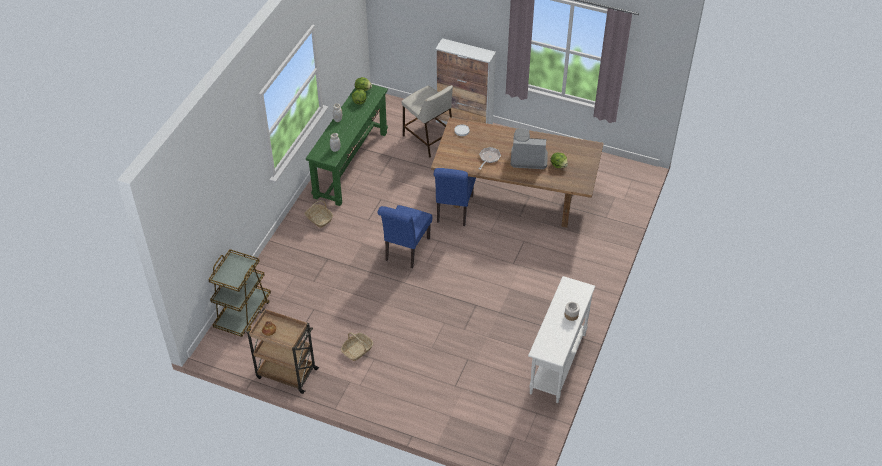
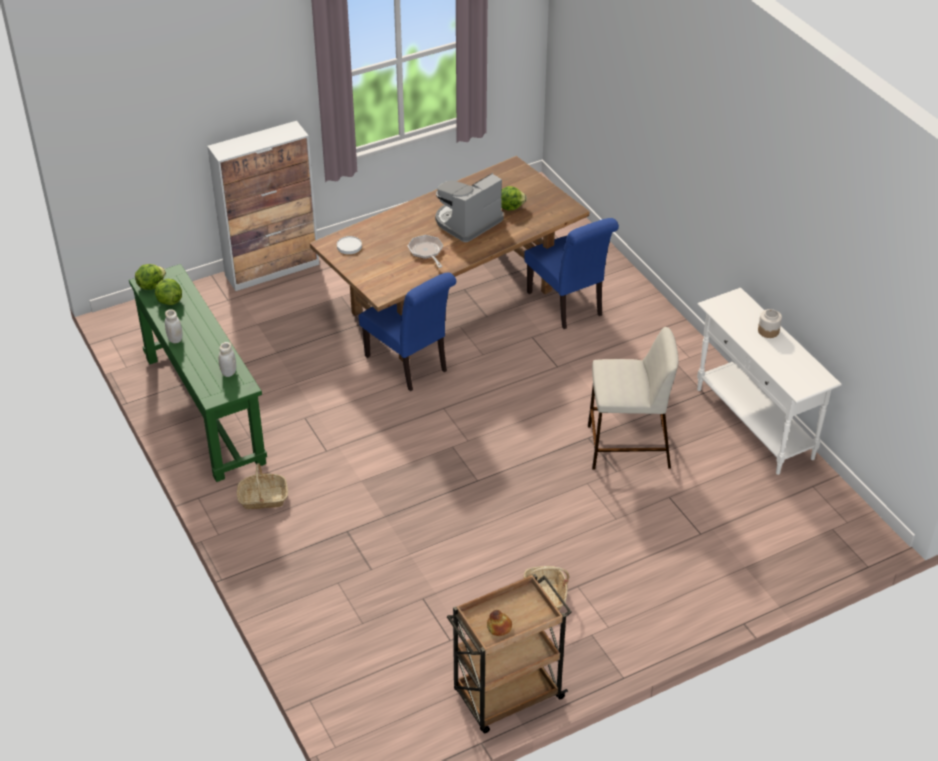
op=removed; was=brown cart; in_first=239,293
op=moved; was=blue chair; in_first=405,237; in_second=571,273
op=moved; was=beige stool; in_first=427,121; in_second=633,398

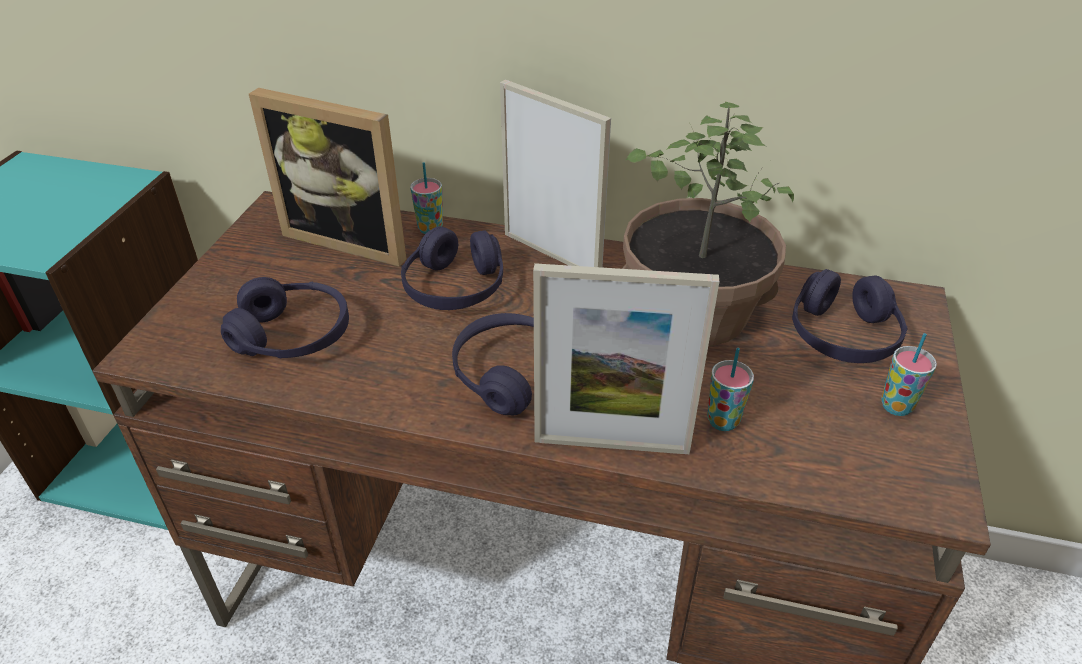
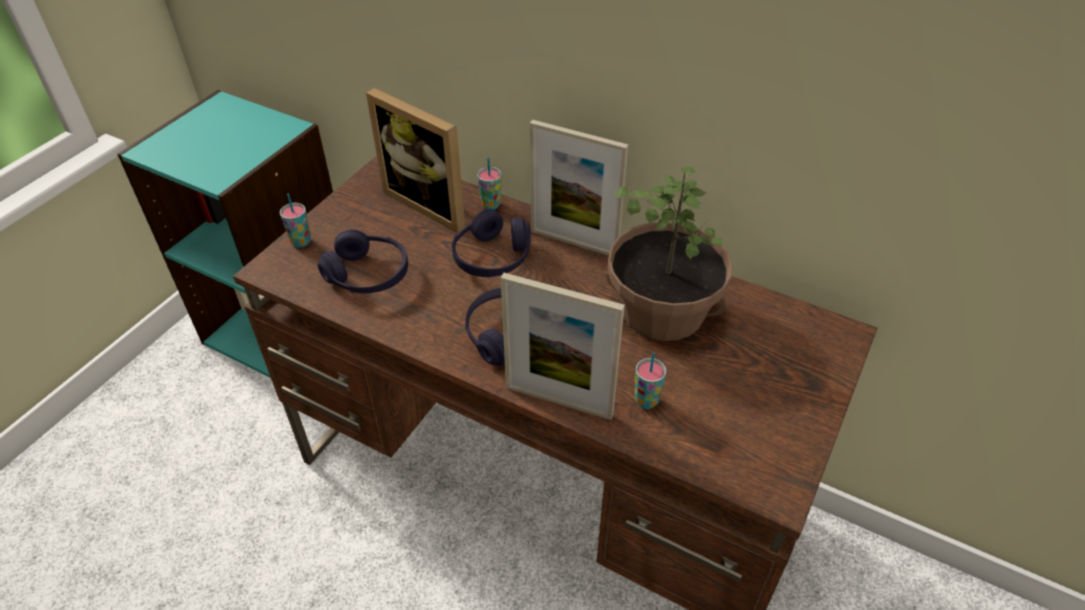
op=removed; was=purple headphones; in_first=850,316
op=moved; was=cup; in_first=909,374; in_second=295,220
op=turned; was=picture frame; in_first=555,174; in_second=579,187; clockwise=150

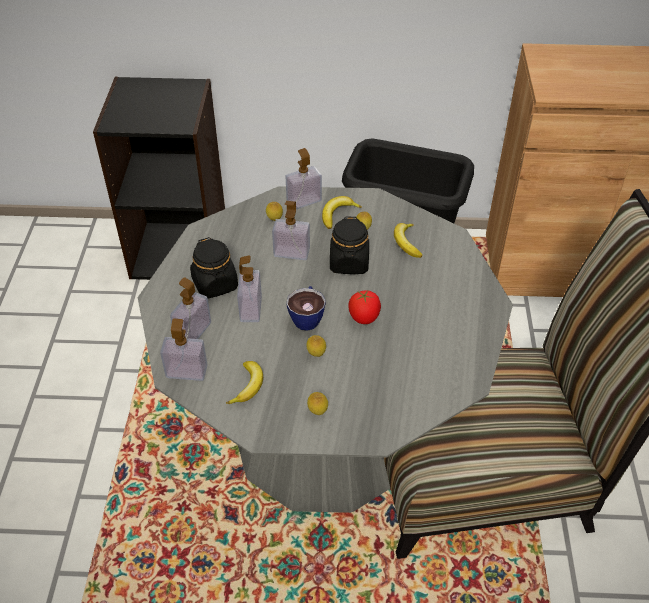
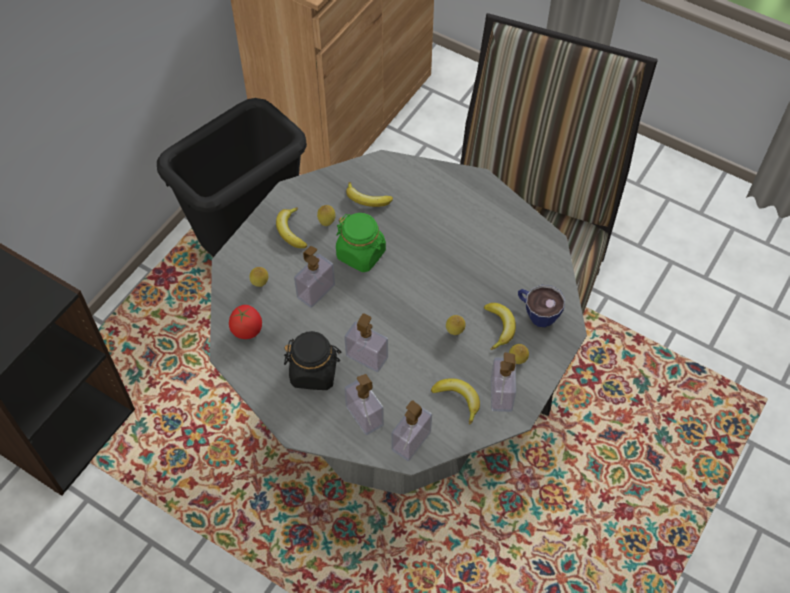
op=added; now=banana; in_second=500,326
op=moved; was=soap dispenser; in_first=303,178; in_second=503,382
op=moved; was=cup; in_first=306,308; in_second=541,306
op=moved; was=tomato; in_first=364,306; in_second=245,322
op=recoloured; was=black jar; now=green jar; in_first=349,245; in_second=361,242

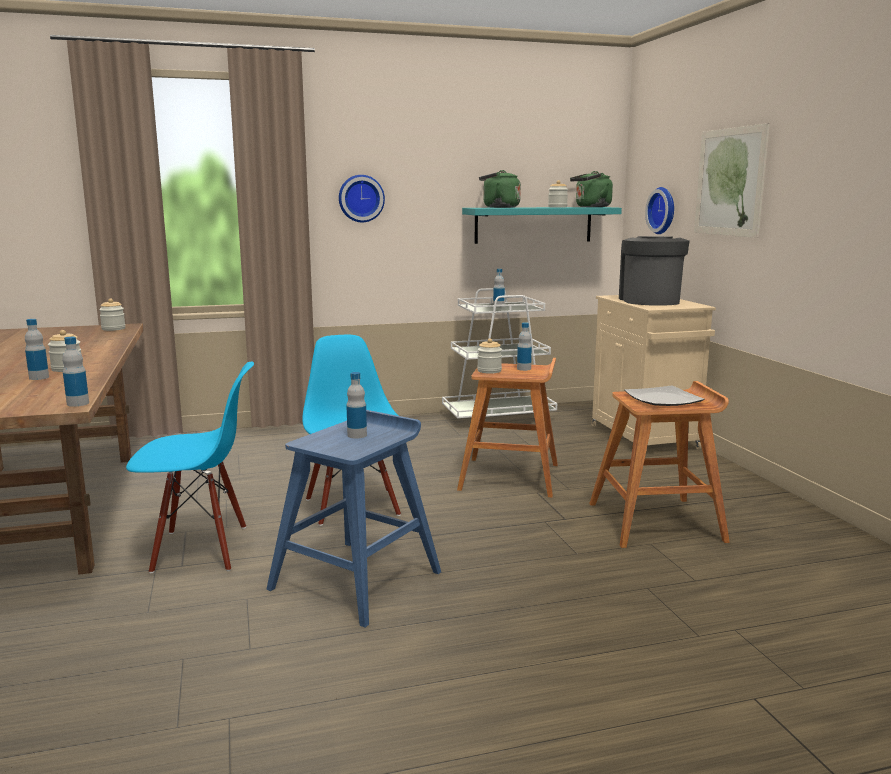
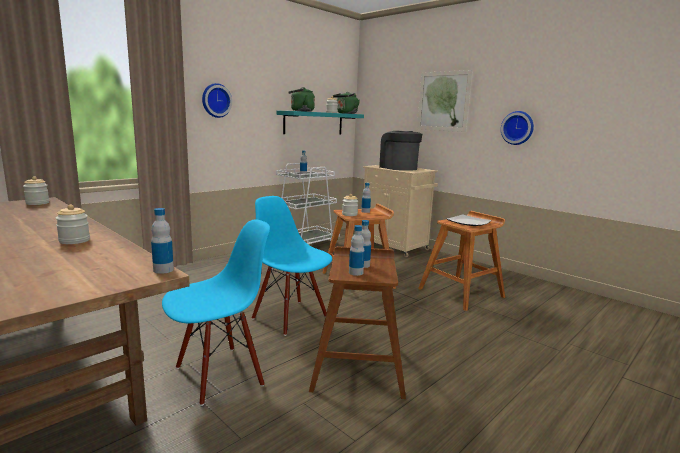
op=moved; was=bottle; in_first=37,349; in_second=357,250
op=moved; was=wall clock; in_first=659,210; in_second=517,128
op=recoloured; was=blue stool; now=brown stool; in_first=353,519; in_second=357,322

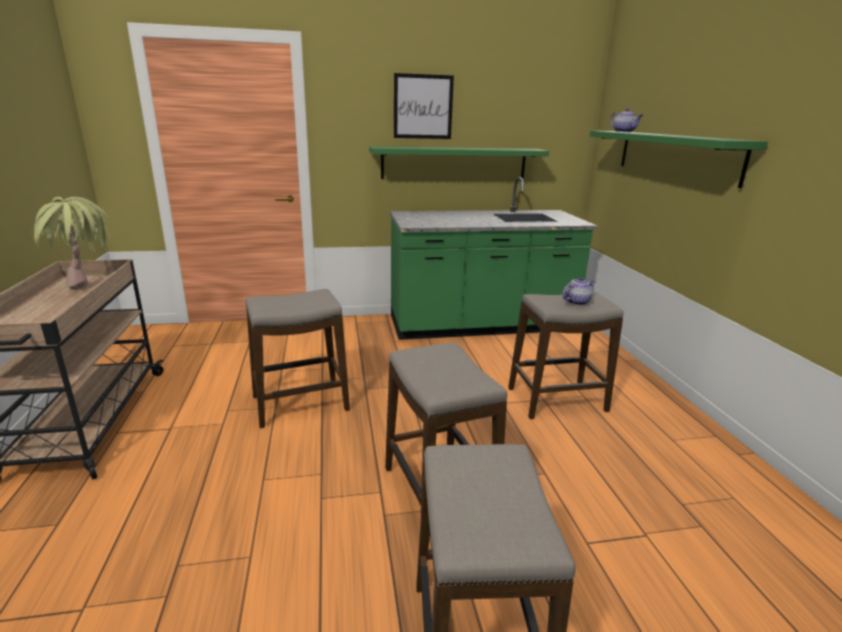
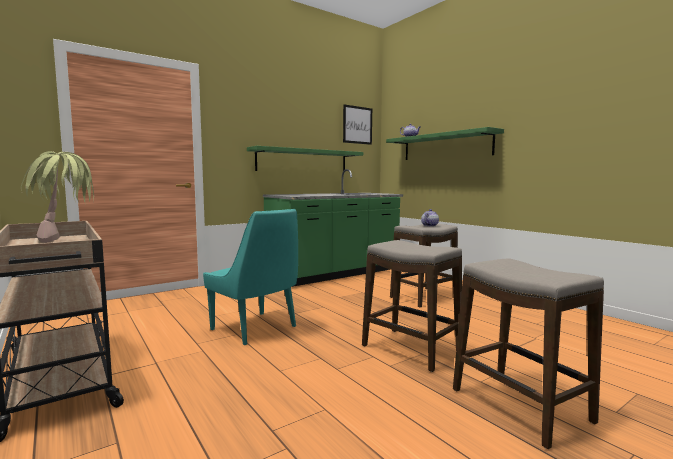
op=moved; was=picture; in_first=424,106; in_second=357,124
op=replaced; was=stool; now=turquoise chair; in_first=297,358; in_second=250,277

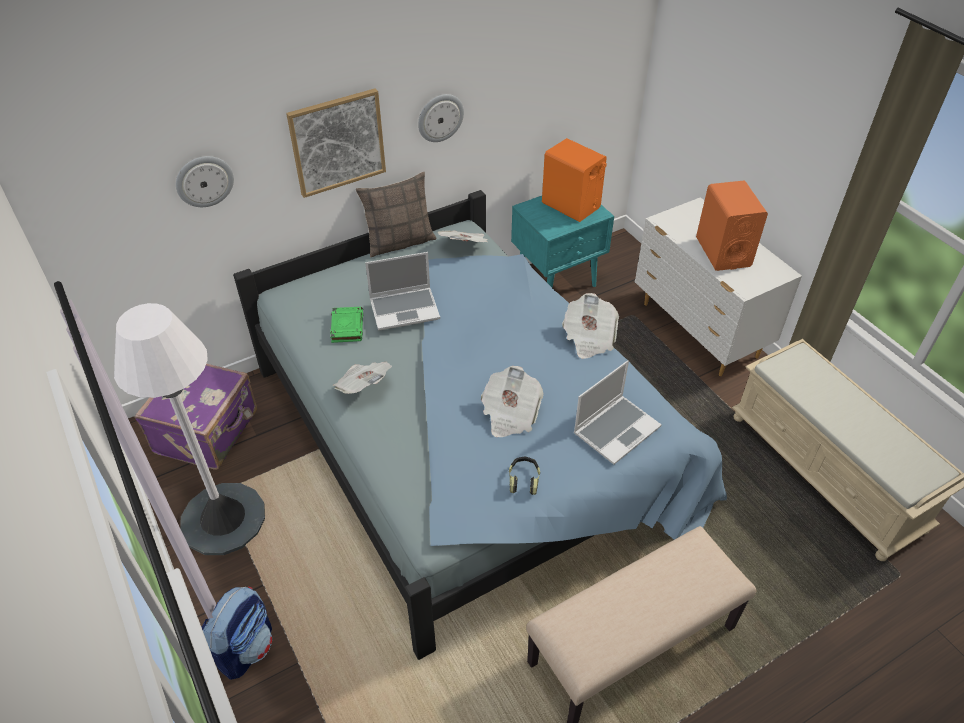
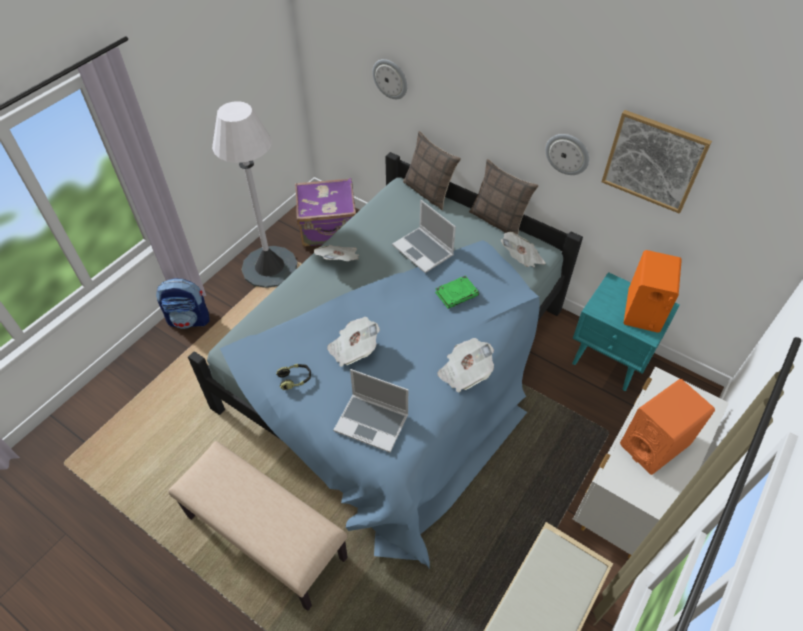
op=added; now=pillow; in_second=432,170
op=moved; was=picture; in_first=336,143; in_second=656,162
op=moved; was=green book; in_first=346,325; in_second=457,292

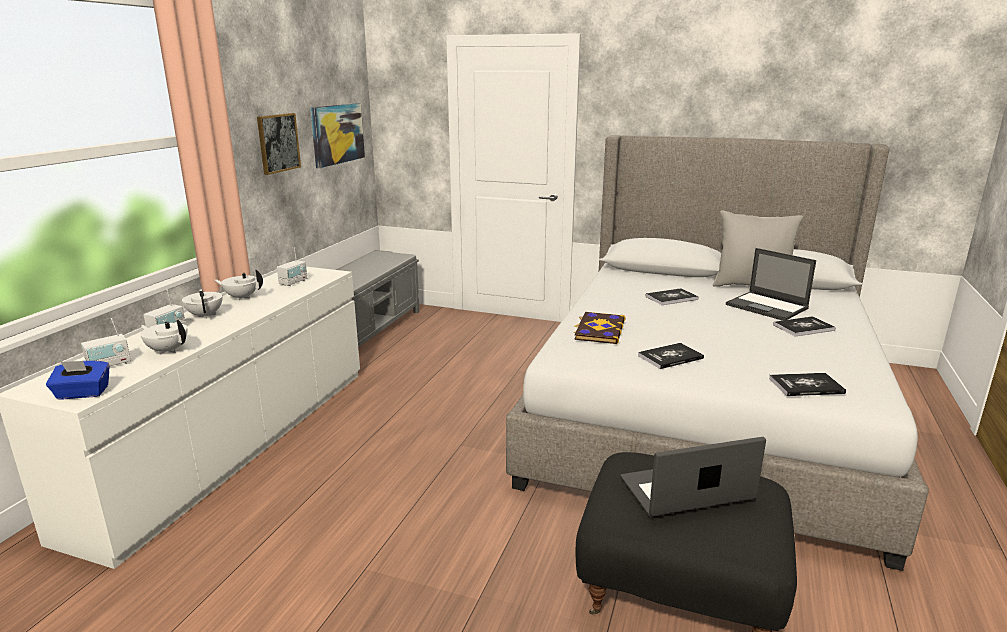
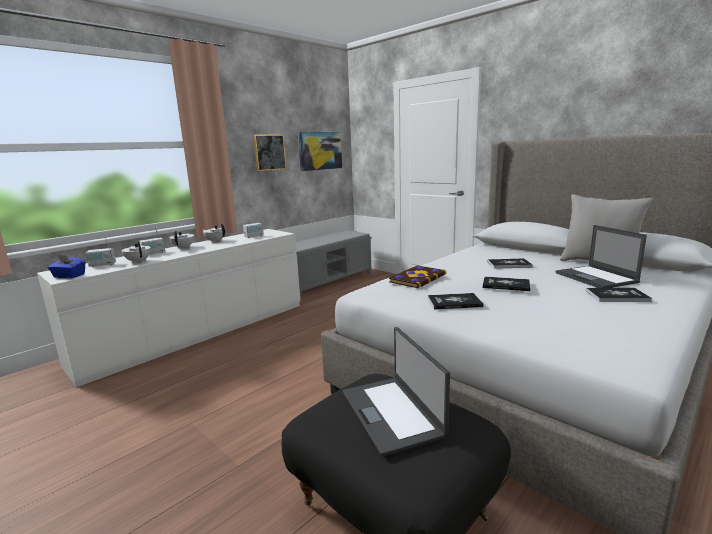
op=moved; was=book; in_first=807,384; in_second=506,284
op=turned; was=laptop; in_first=693,477; in_second=396,391; clockwise=-120

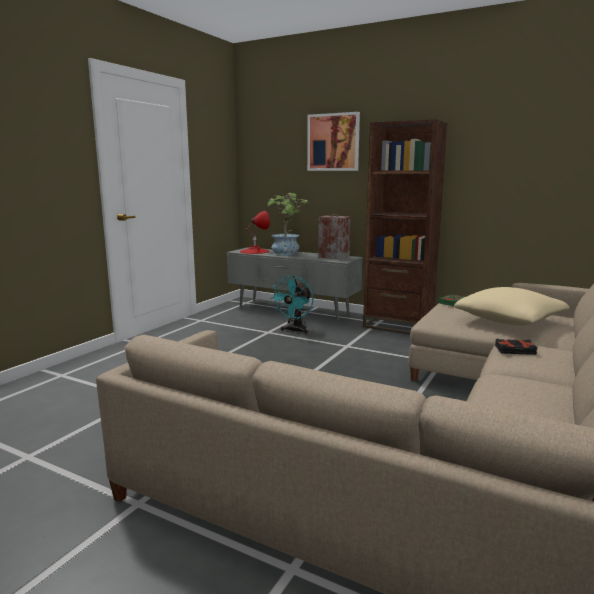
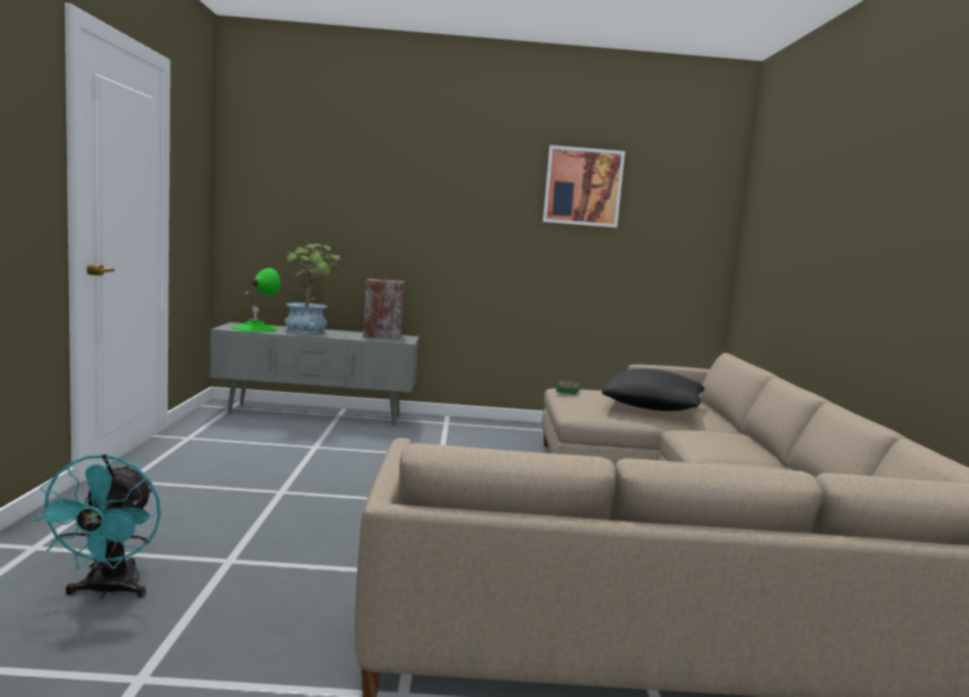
op=removed; was=brown bookcase; in_first=405,226
op=removed; was=black book; in_first=516,347
op=moved; was=turquoise fan; in_first=291,305; in_second=96,526
op=moved; was=picture; in_first=333,141; in_second=584,186
op=recoloured; was=red table lamp; now=green table lamp; in_first=255,232; in_second=256,300
op=recoloured; was=beige pillow; now=black pillow; in_first=512,306; in_second=653,390

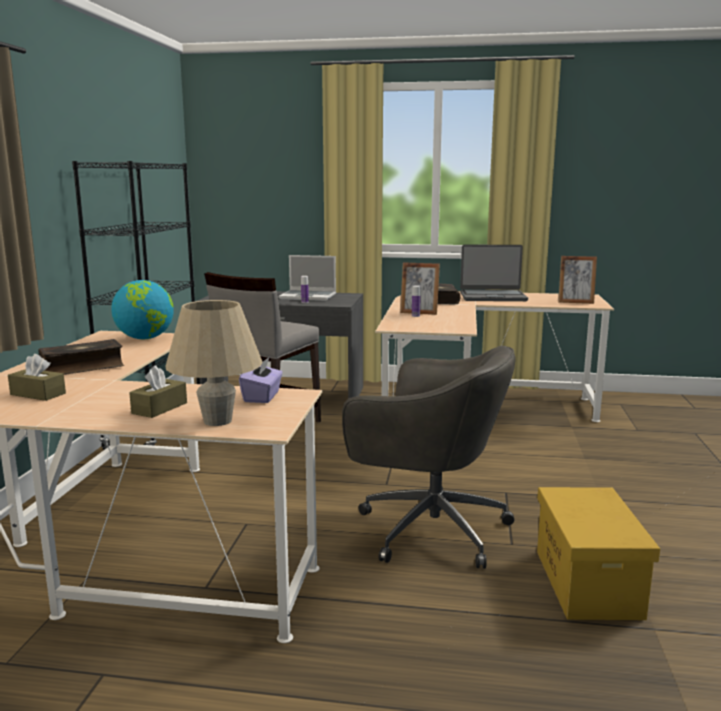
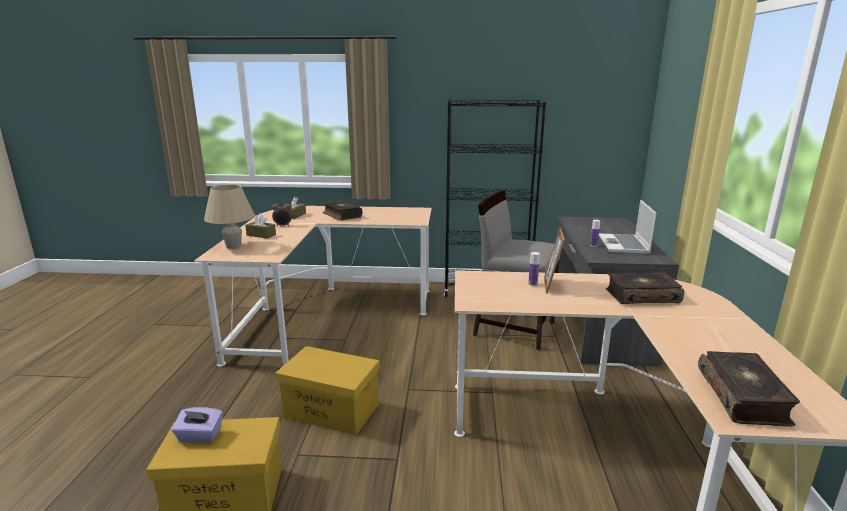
op=removed; was=globe; in_first=142,309
op=removed; was=laptop; in_first=494,273
op=added; now=alarm clock; in_second=282,213
op=moved; was=purple tissue box; in_first=261,380; in_second=197,425
op=replaced; was=grey office chair; now=yellow storage box; in_first=429,457; in_second=327,390
op=replaced; was=picture frame; now=book; in_first=577,280; in_second=749,388

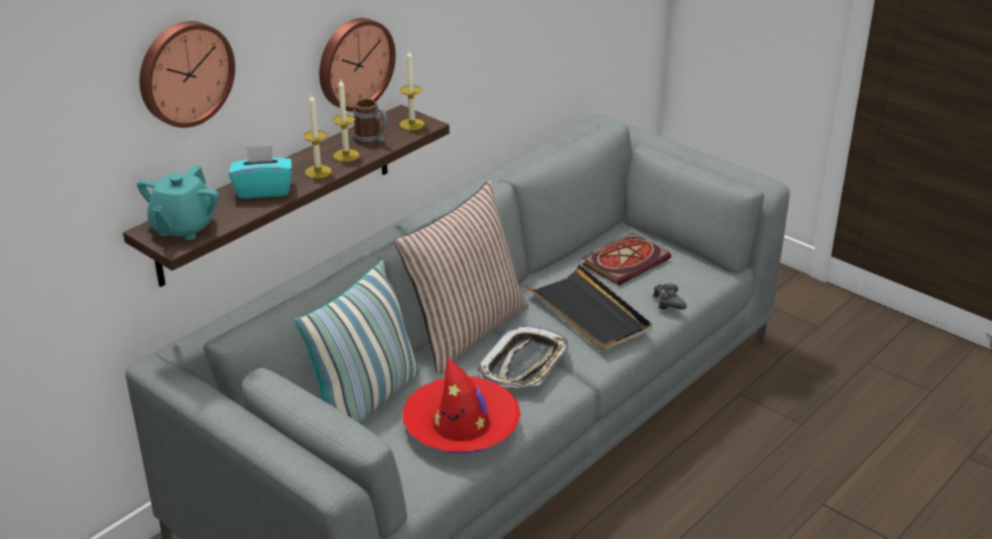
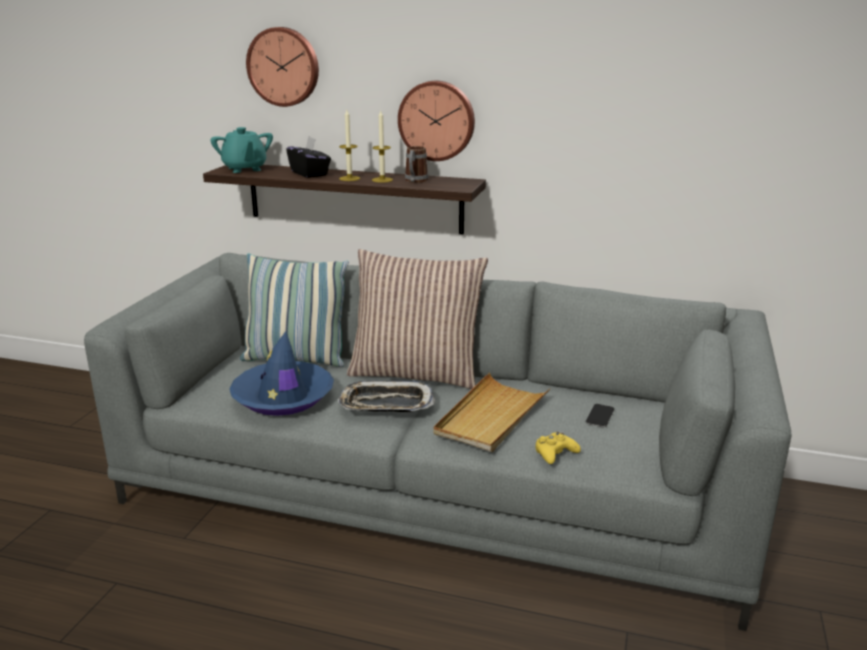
op=removed; was=candle; in_first=412,90
op=replaced; was=book; now=phone; in_first=626,259; in_second=600,415
op=recoloured; was=turquoise tissue box; now=black tissue box; in_first=260,172; in_second=308,157
op=recoloured; was=red hat; now=blue hat; in_first=461,405; in_second=282,373
op=recoloured; was=black tray; now=beige tray; in_first=588,308; in_second=491,412
op=recoloured; was=black game controller; now=yellow game controller; in_first=670,296; in_second=558,448
op=turned; was=turquoise teapot; in_first=178,202; in_second=241,150; clockwise=-105

